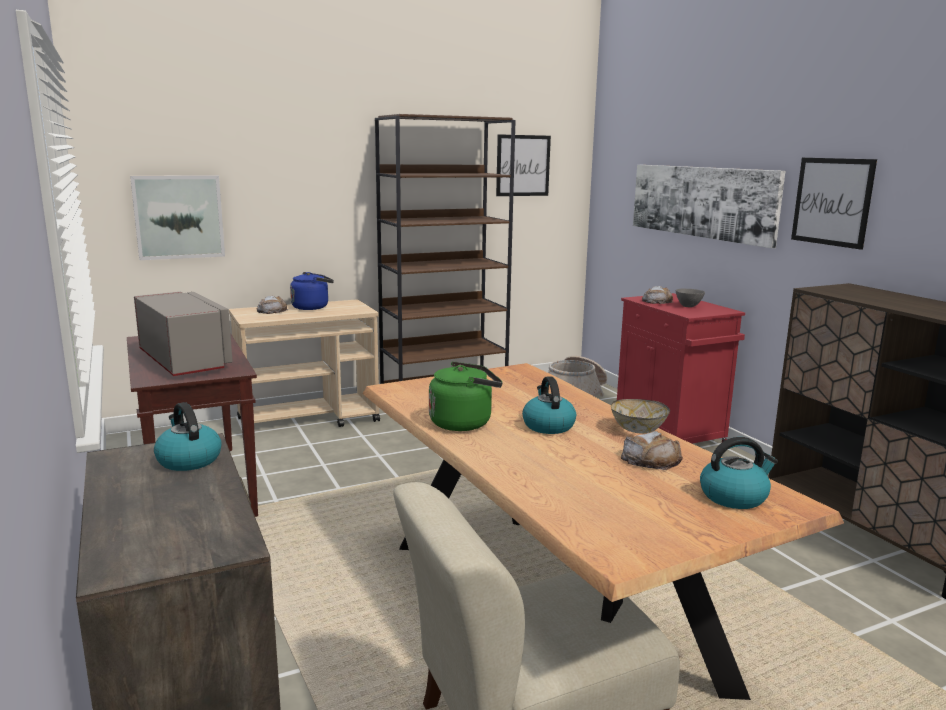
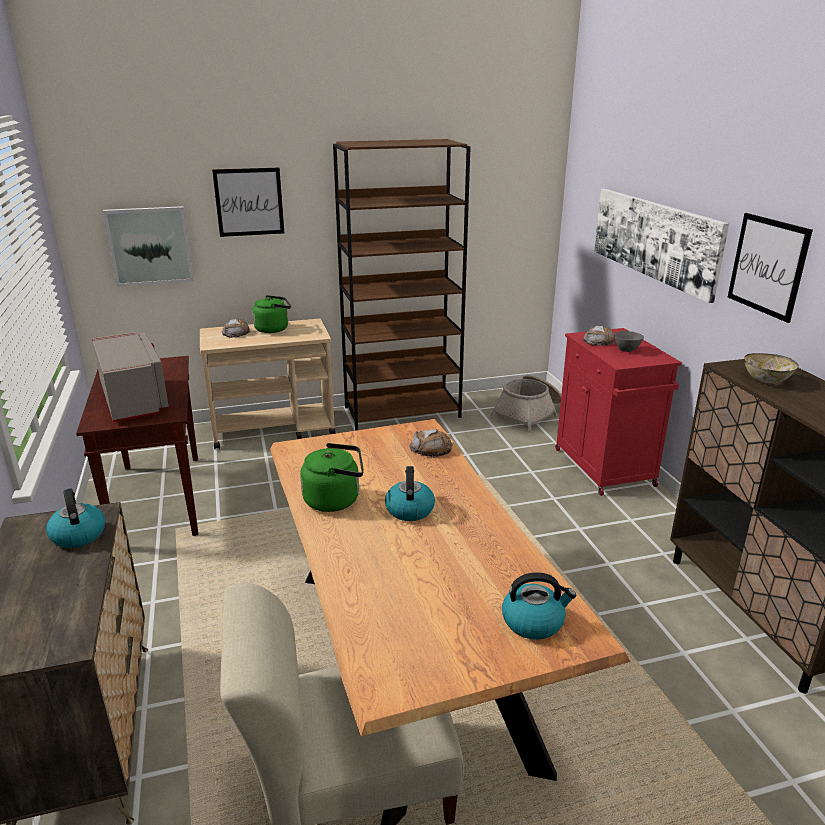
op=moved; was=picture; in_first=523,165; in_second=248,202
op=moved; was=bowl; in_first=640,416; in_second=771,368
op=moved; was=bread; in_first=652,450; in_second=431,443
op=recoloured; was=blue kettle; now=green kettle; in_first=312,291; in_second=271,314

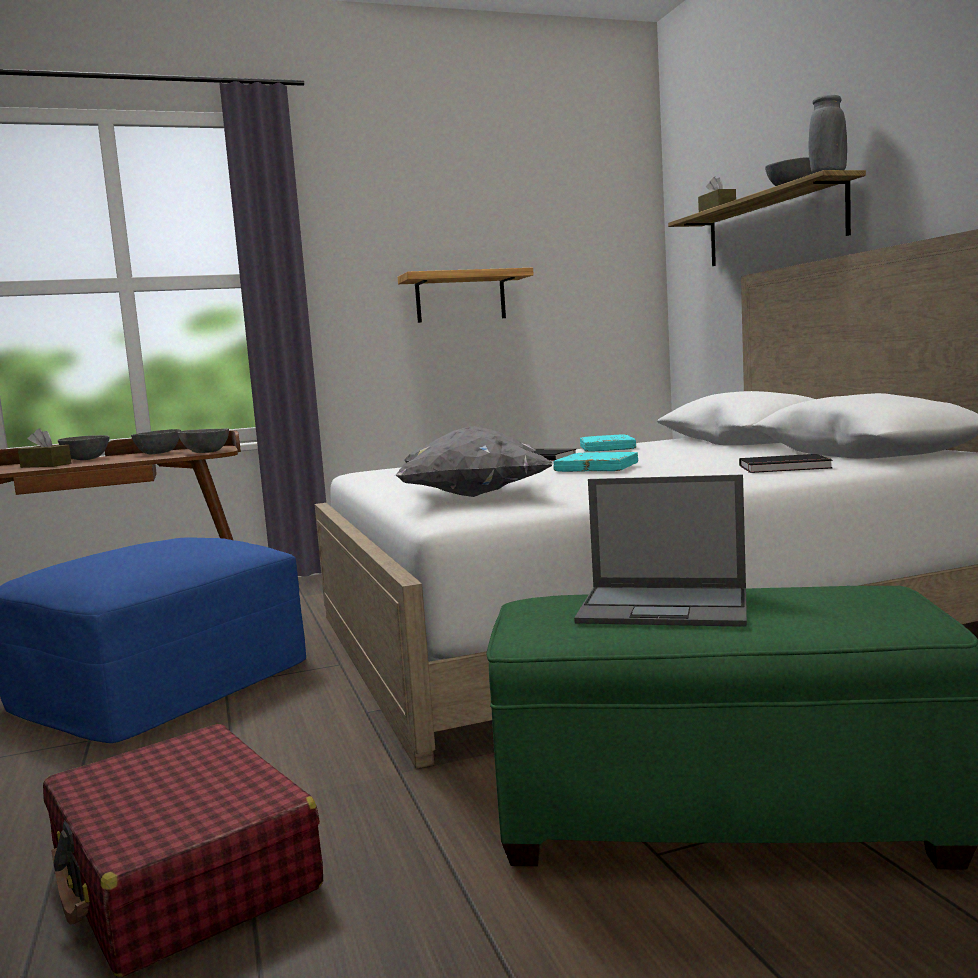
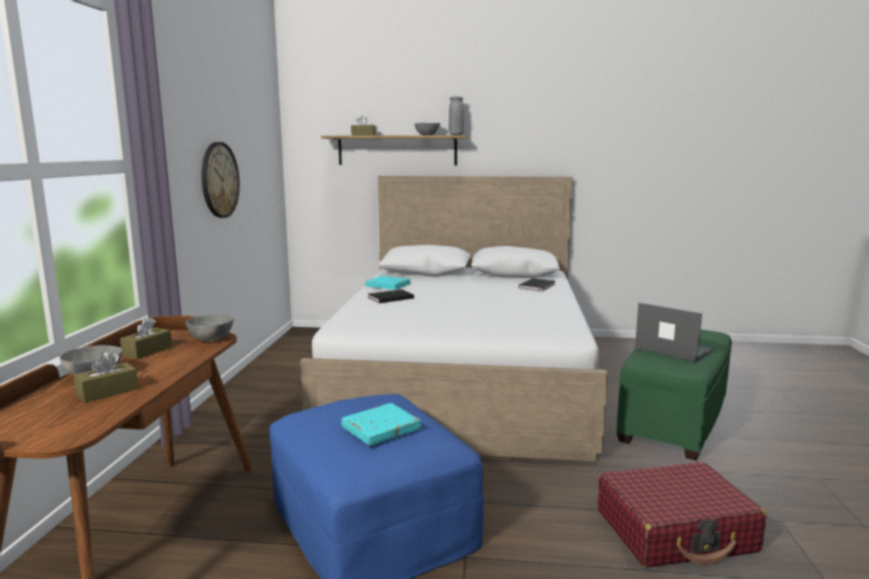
op=removed; was=grey pillow; in_first=474,461
op=moved; was=turquoise book; in_first=595,462; in_second=381,424
op=replaced; was=grey bowl; now=brown tissue box; in_first=156,441; in_second=146,338
op=replaced; was=shelf; now=wall clock; in_first=466,295; in_second=220,180
op=turned; was=laptop; in_first=660,550; in_second=674,332; clockwise=-90

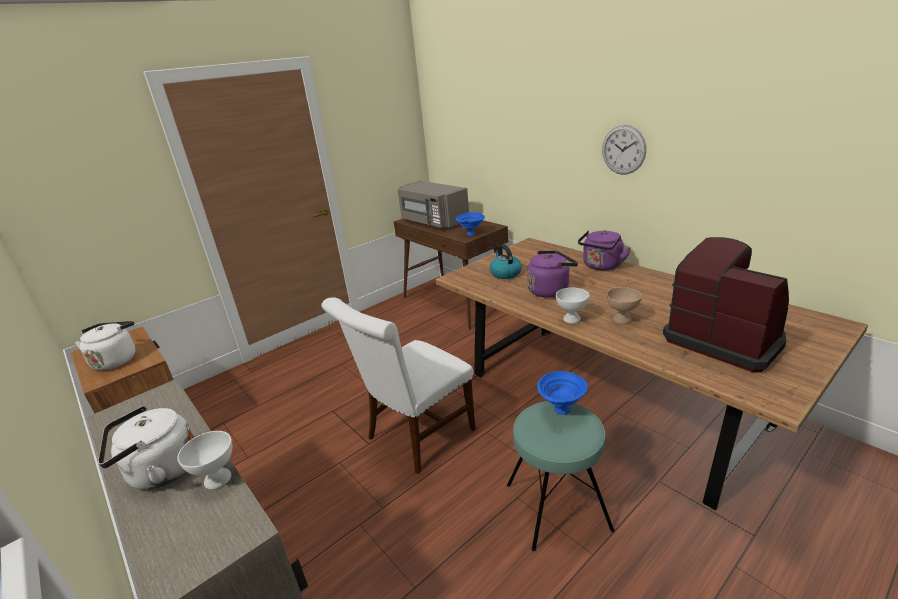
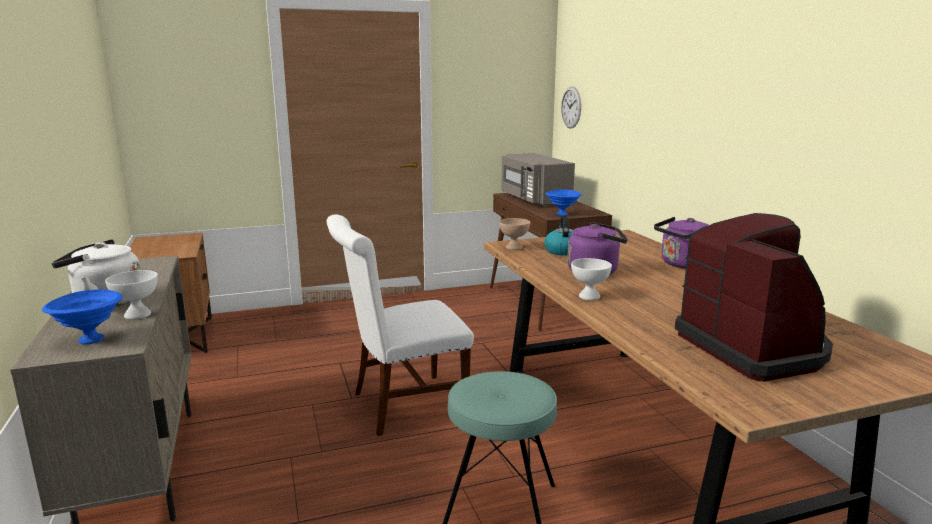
op=removed; was=white kettle; in_first=105,345
op=moved; was=blue bowl; in_first=562,392; in_second=82,317
op=moved; was=wall clock; in_first=624,150; in_second=571,107
op=moved; was=beige bowl; in_first=624,305; in_second=514,234

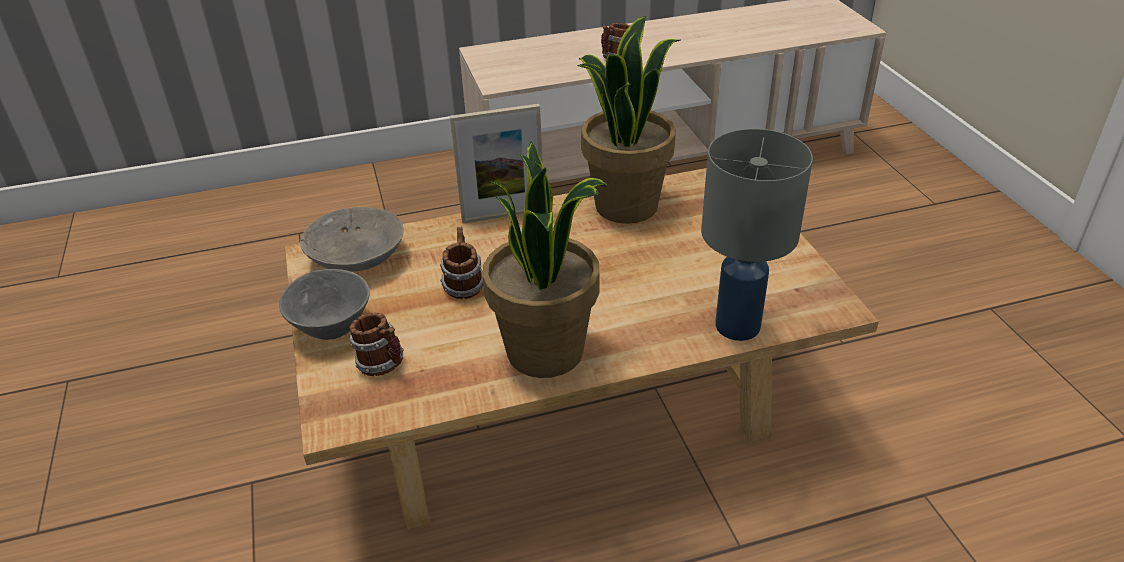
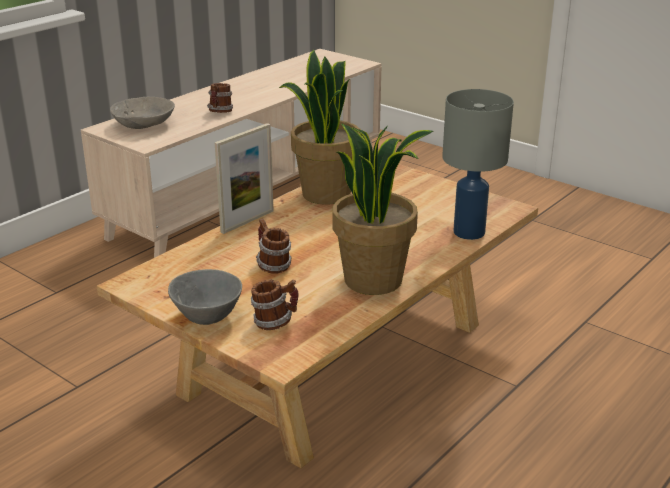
op=moved; was=grey bowl; in_first=352,239; in_second=142,113

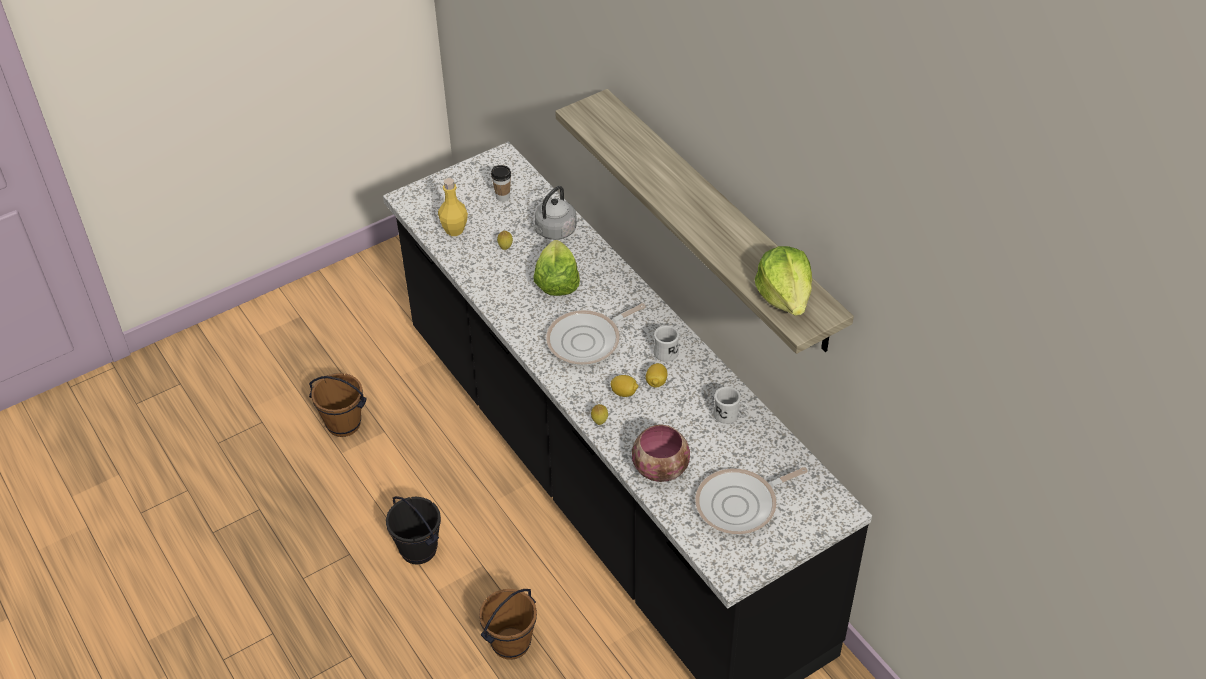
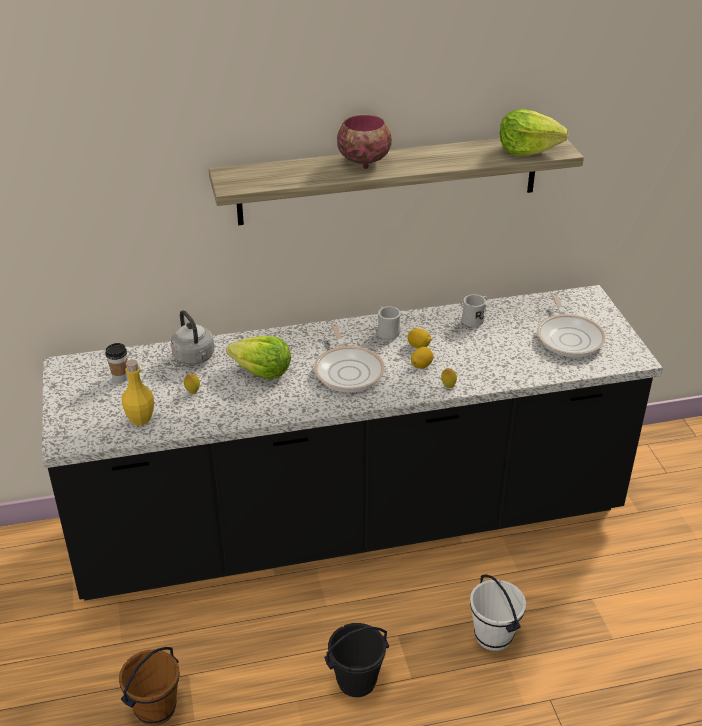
op=moved; was=bowl; in_first=661,453; in_second=364,141
op=recoloured; was=brown bucket; now=white bucket; in_first=508,624; in_second=498,612

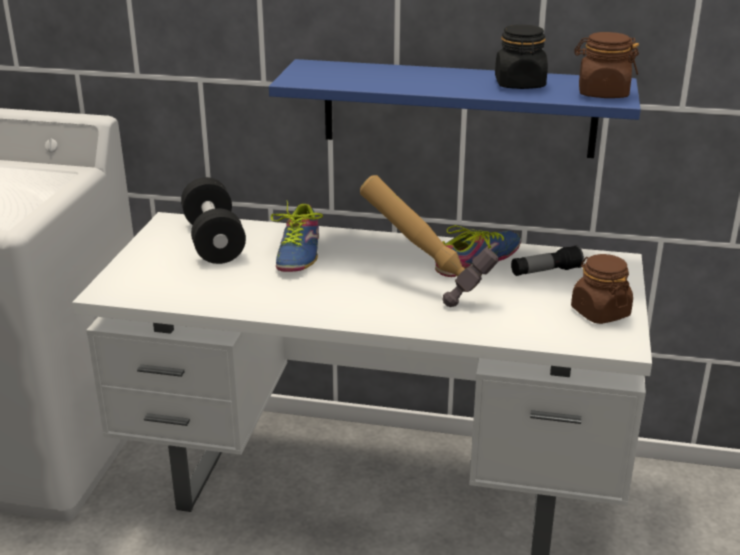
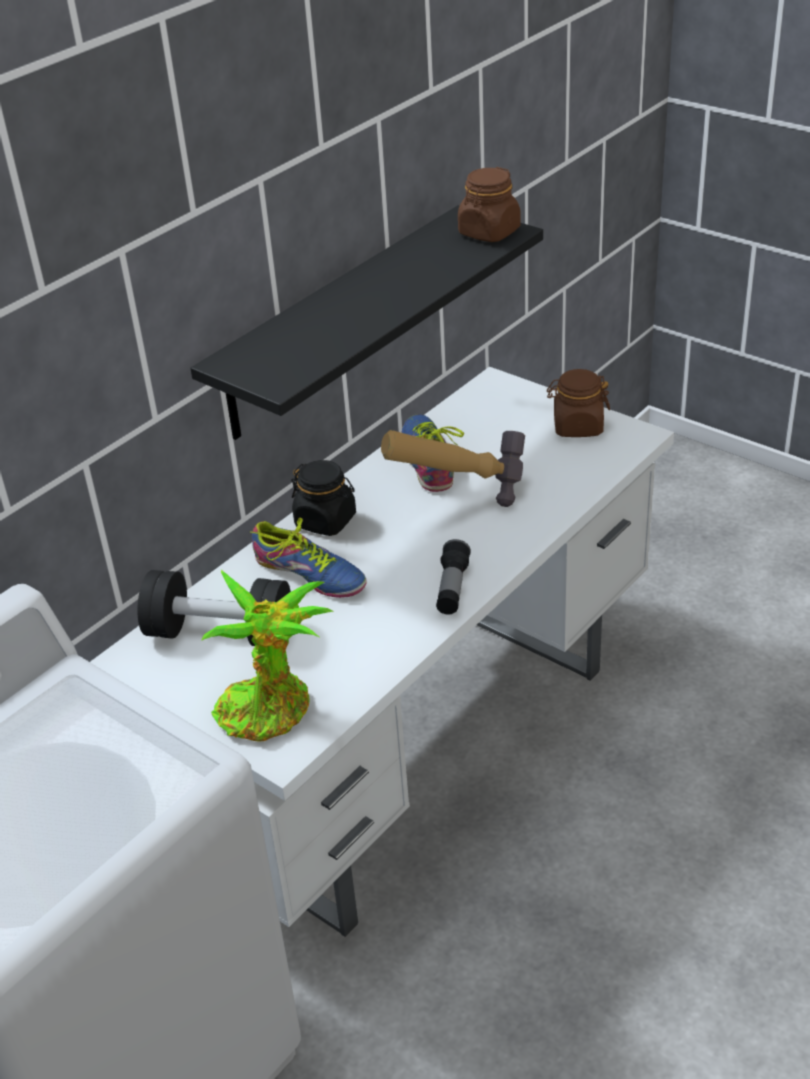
op=added; now=potted plant; in_second=268,656
op=moved; was=black jar; in_first=521,56; in_second=323,498
op=moved; was=flashlight; in_first=547,260; in_second=453,577
op=recoloured; was=blue shelf; now=black shelf; in_first=455,108; in_second=366,322

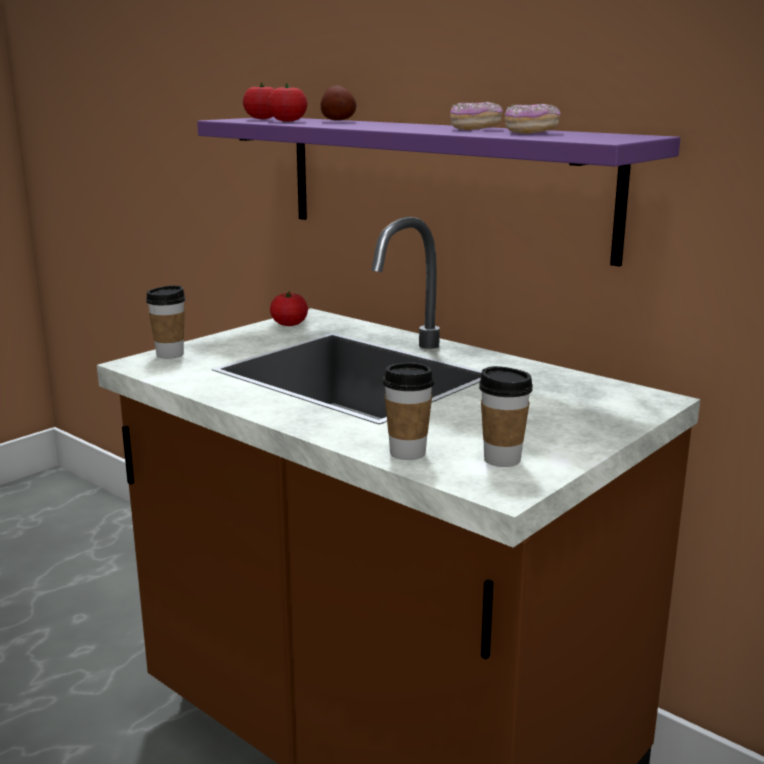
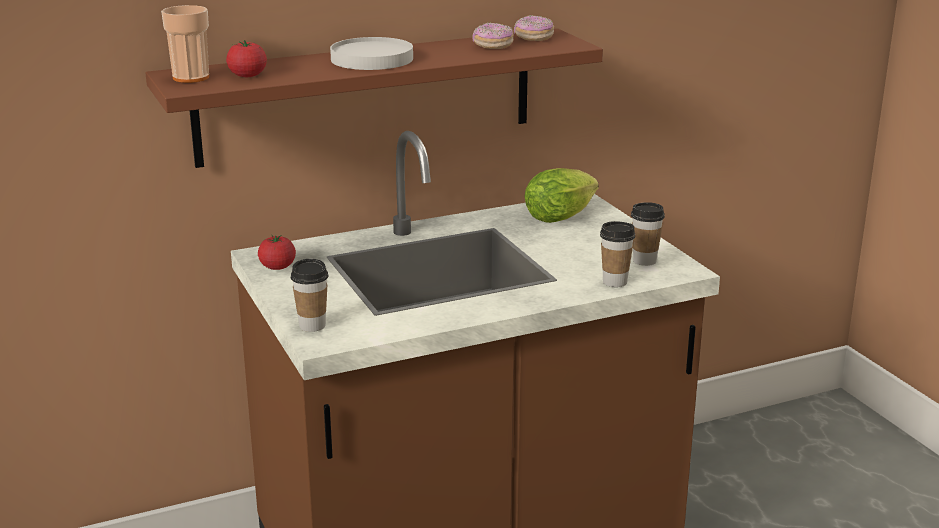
op=removed; was=potato; in_first=338,103
op=added; now=white plate; in_second=371,53
op=added; now=lettuce; in_second=561,195
op=moved; was=donut; in_first=476,116; in_second=534,28
op=replaced; was=tomato; now=cup; in_first=258,100; in_second=185,44
op=recoloured; was=purple shelf; now=brown shelf; in_first=438,192; in_second=374,98

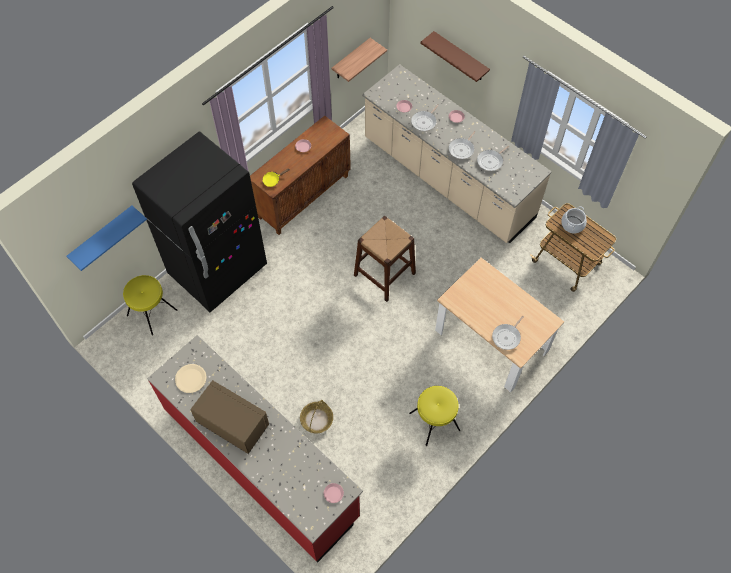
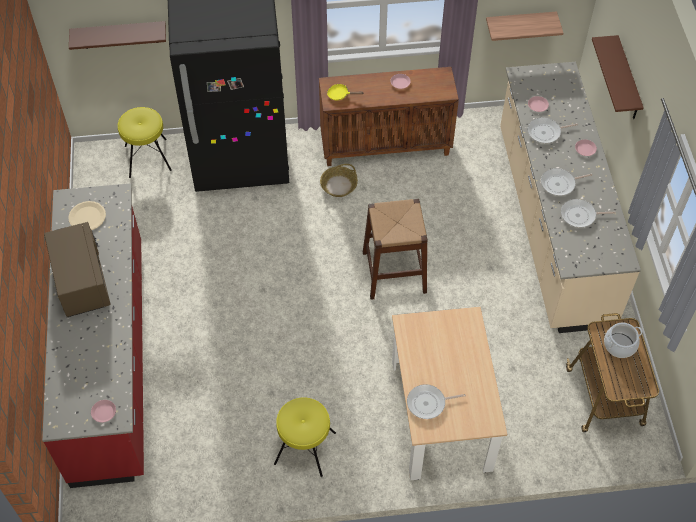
op=moved; was=basket; in_first=316,416; in_second=339,180
op=recoloured; was=blue shelf; now=brown shelf; in_first=107,238; in_second=117,35

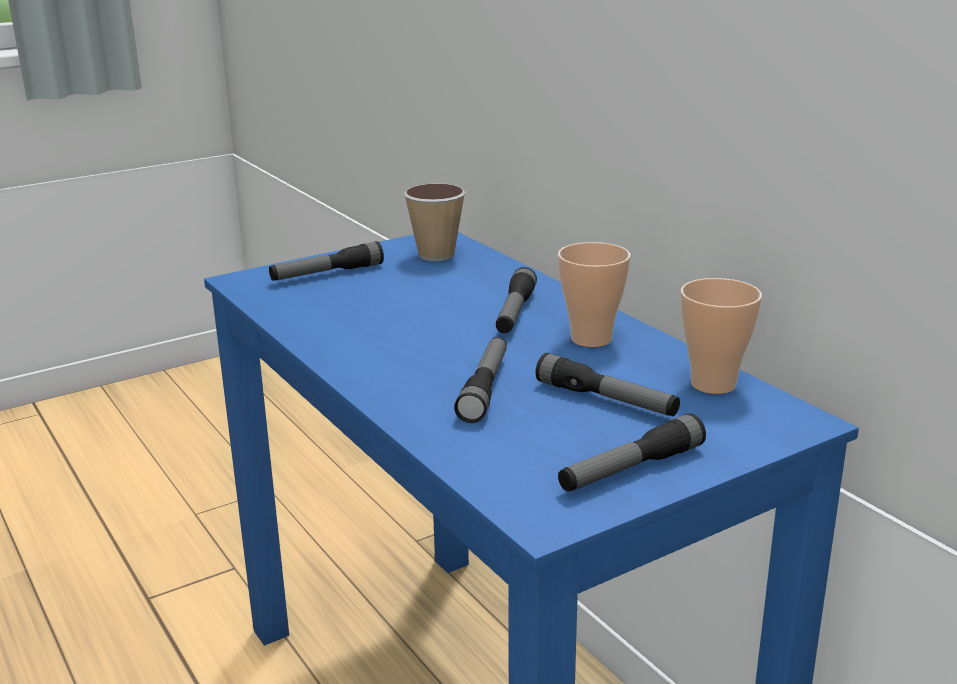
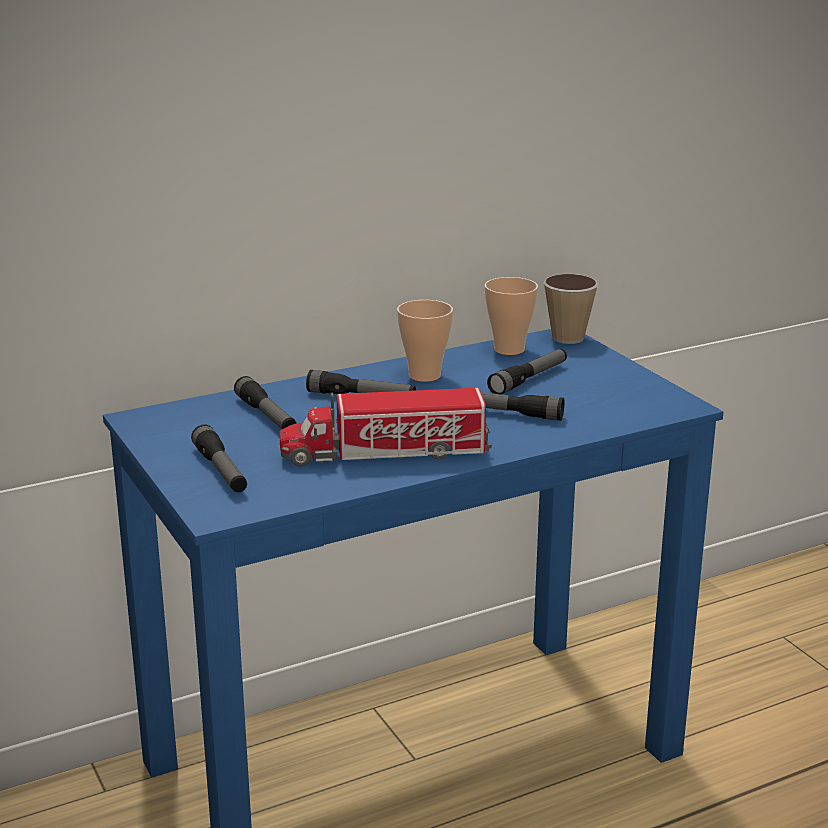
op=added; now=toy truck; in_second=385,427
op=moved; was=cup; in_first=434,222; in_second=570,309
op=moved; was=flashlight; in_first=632,452; in_second=265,402

